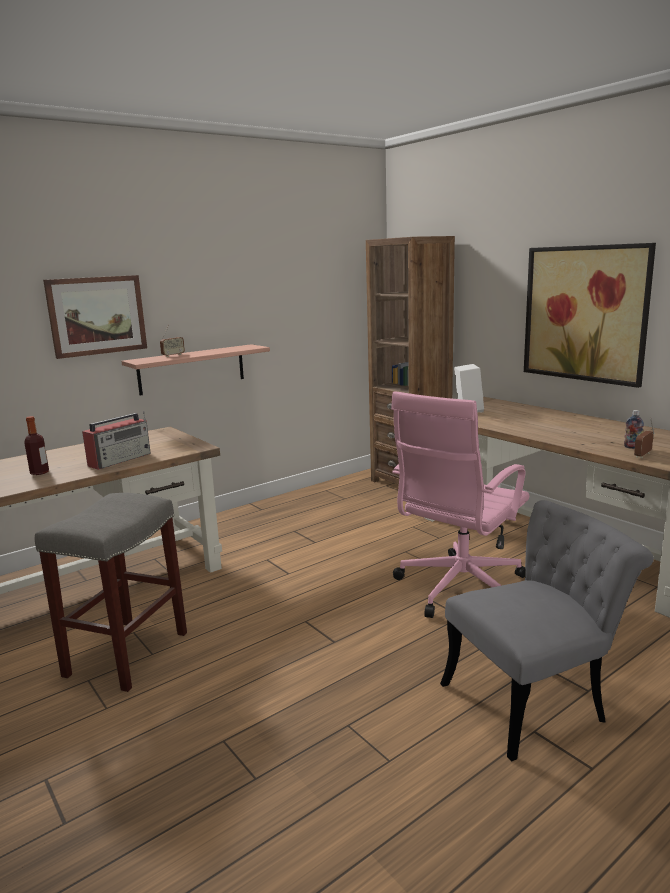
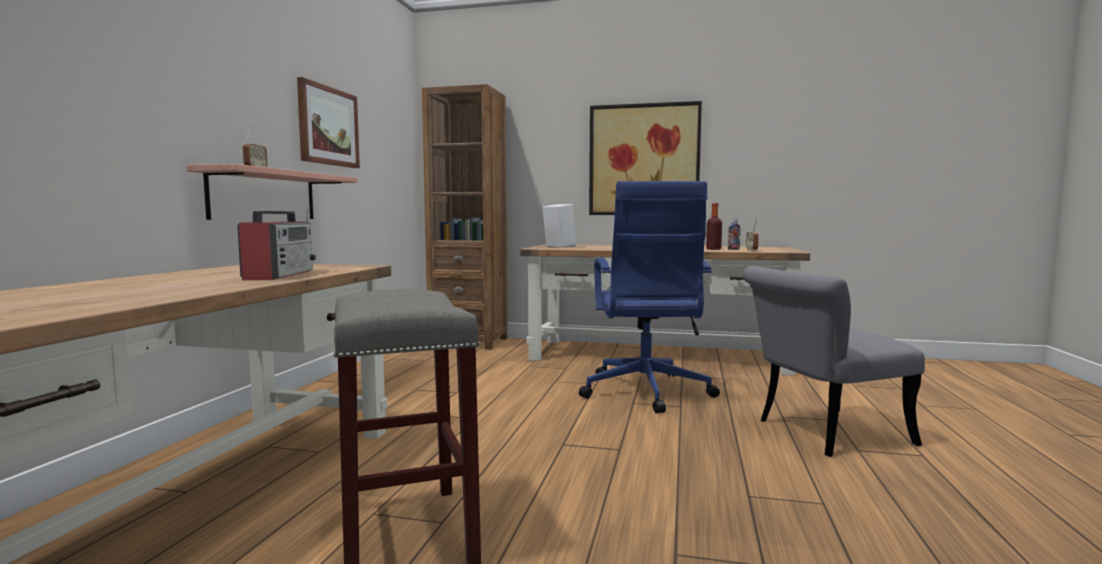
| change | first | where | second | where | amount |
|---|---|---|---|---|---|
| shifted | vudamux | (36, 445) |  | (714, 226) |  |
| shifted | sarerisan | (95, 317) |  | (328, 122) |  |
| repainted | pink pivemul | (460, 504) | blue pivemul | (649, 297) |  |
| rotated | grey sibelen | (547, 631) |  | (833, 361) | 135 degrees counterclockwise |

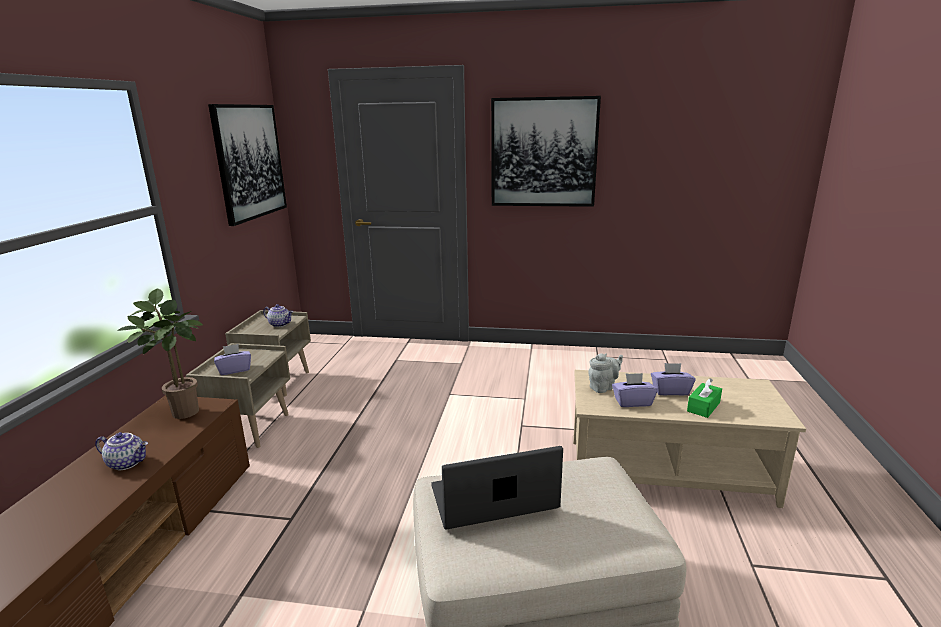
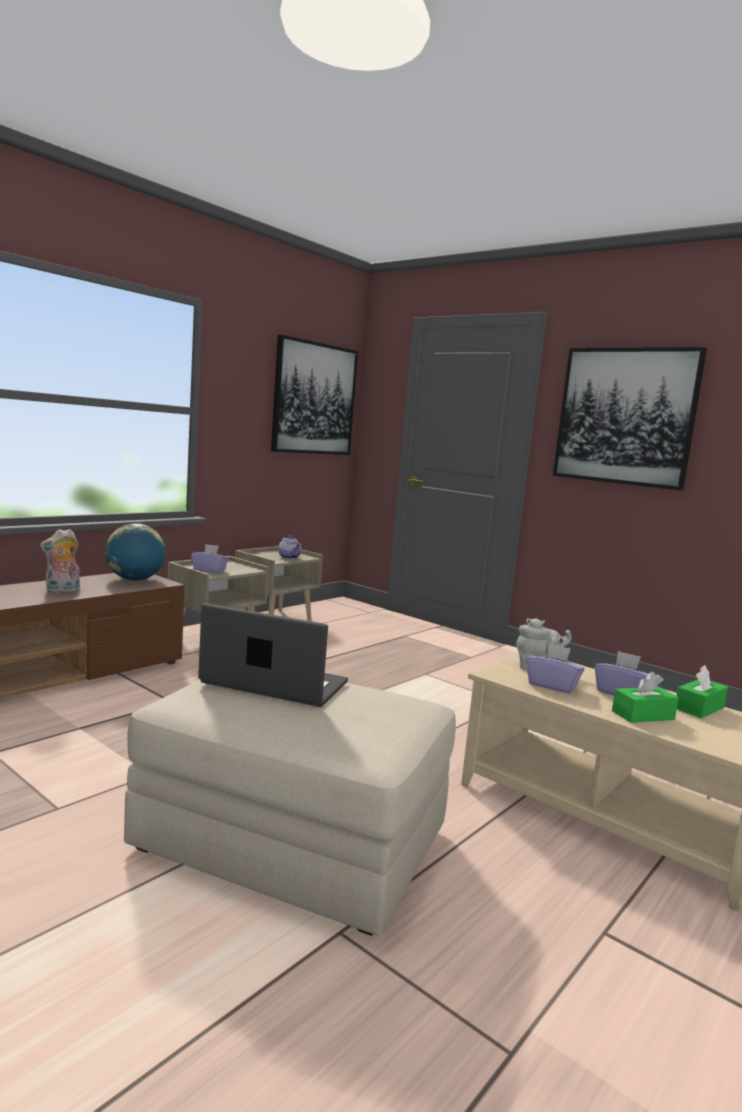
| change | first | where | second | where | amount |
|---|---|---|---|---|---|
| swapped | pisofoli | (121, 451) | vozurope | (60, 561) |  |
| swapped | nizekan | (160, 354) | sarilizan | (135, 552) |  |
| new |  |  | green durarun | (702, 691) |  |

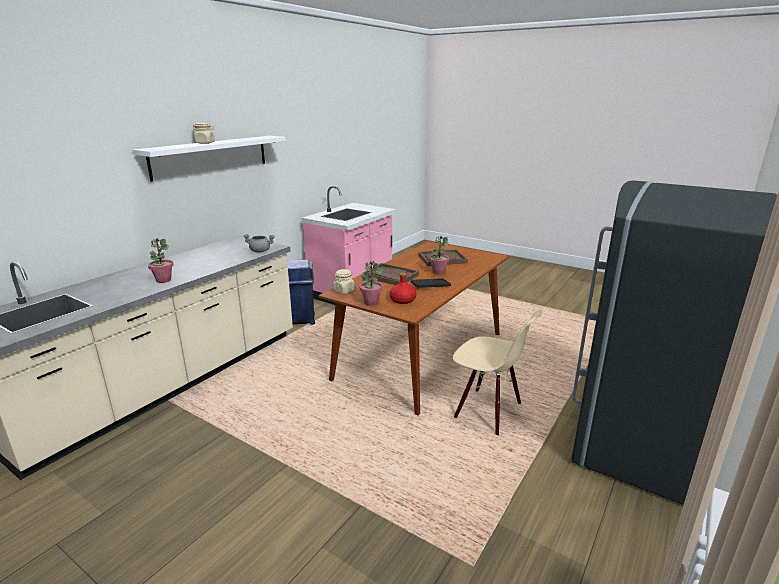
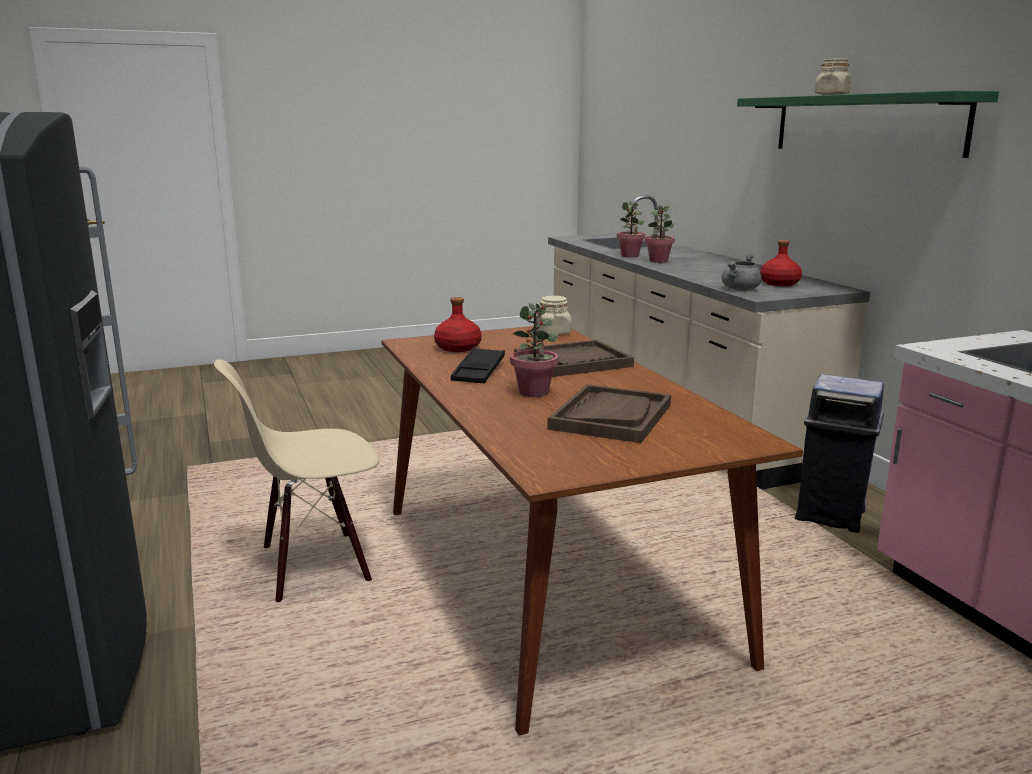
| change | first | where | second | where | amount |
|---|---|---|---|---|---|
| repainted | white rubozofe | (209, 159) | green rubozofe | (868, 124) |  |
| shifted | nizekan | (371, 283) |  | (631, 229) |  |
| new |  |  | red vudamux | (781, 263) |  |

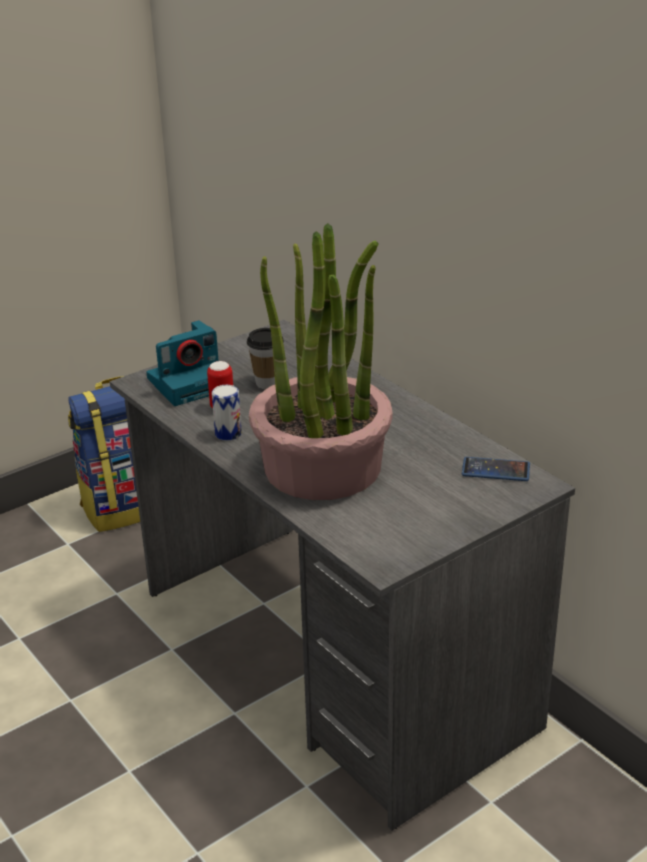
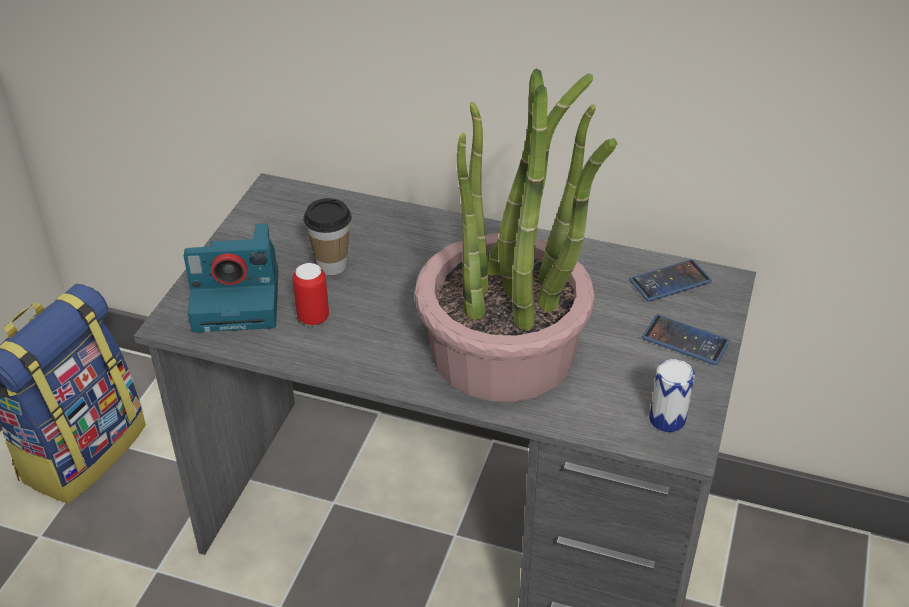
| change | first | where | second | where | amount |
|---|---|---|---|---|---|
| rotated | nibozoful | (182, 363) |  | (231, 278) | 60 degrees clockwise |
| shifted | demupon | (227, 413) |  | (672, 395) |  |
| new |  |  | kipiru | (686, 340) |  |

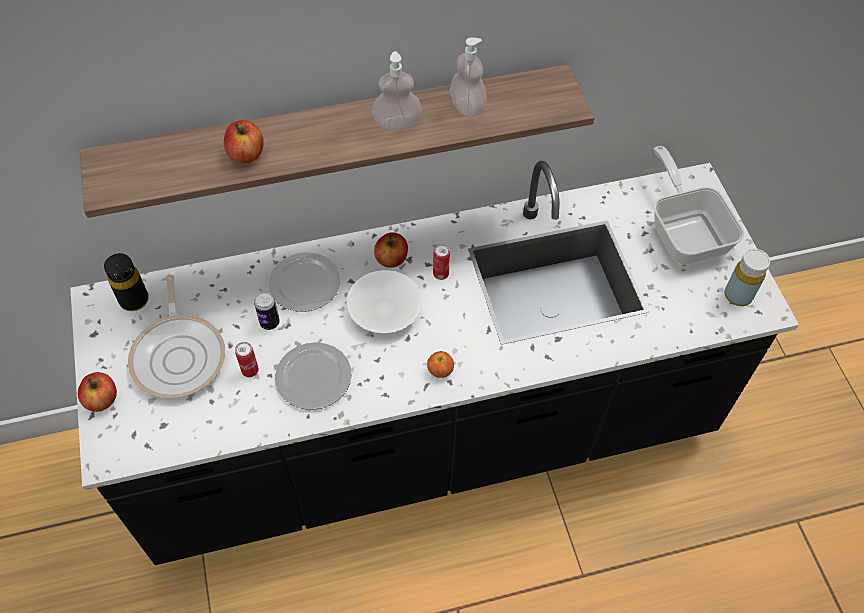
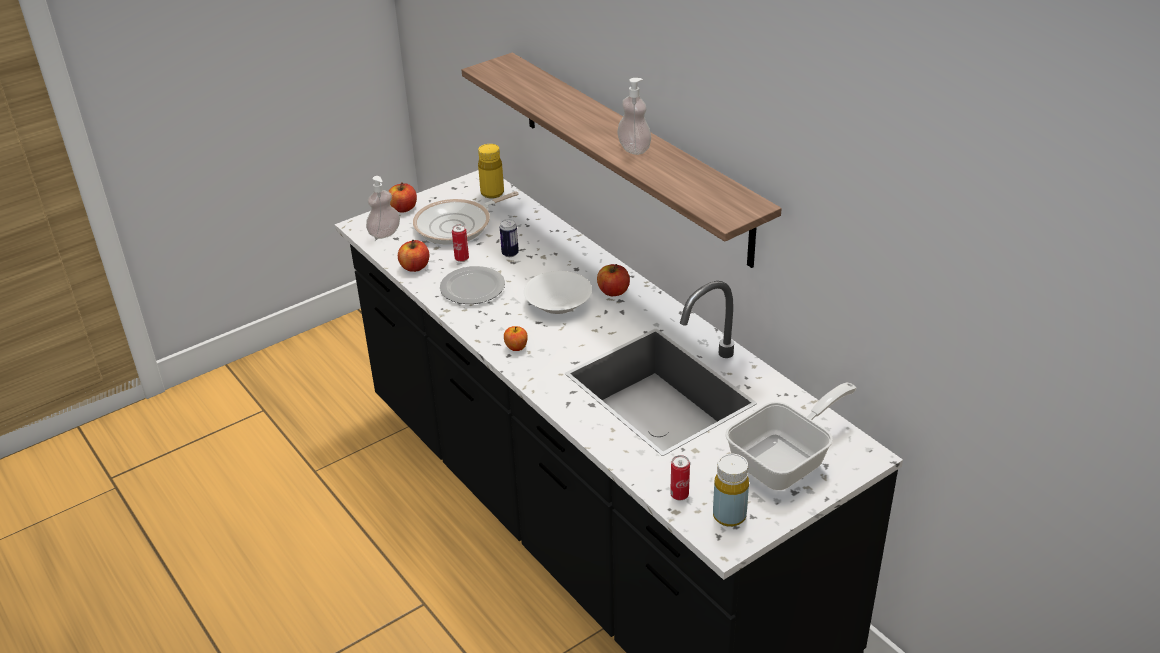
| change | first | where | second | where | amount |
|---|---|---|---|---|---|
| repainted | black vudamux | (126, 282) | yellow vudamux | (491, 171) |  |
| shifted | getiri | (243, 142) |  | (413, 255) |  |
| gone | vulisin | (304, 282) |  |  |  |
| shifted | demupon | (441, 262) |  | (680, 477) |  |
| shifted | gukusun | (468, 77) |  | (383, 207) |  |

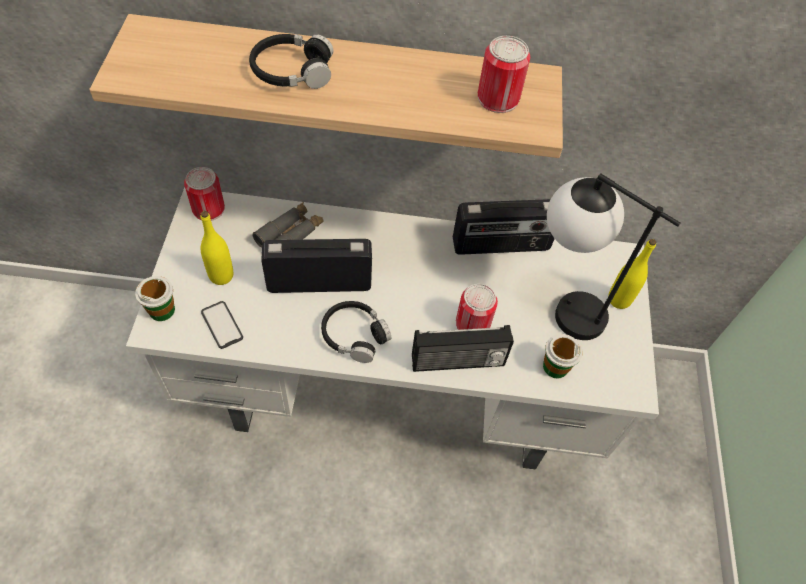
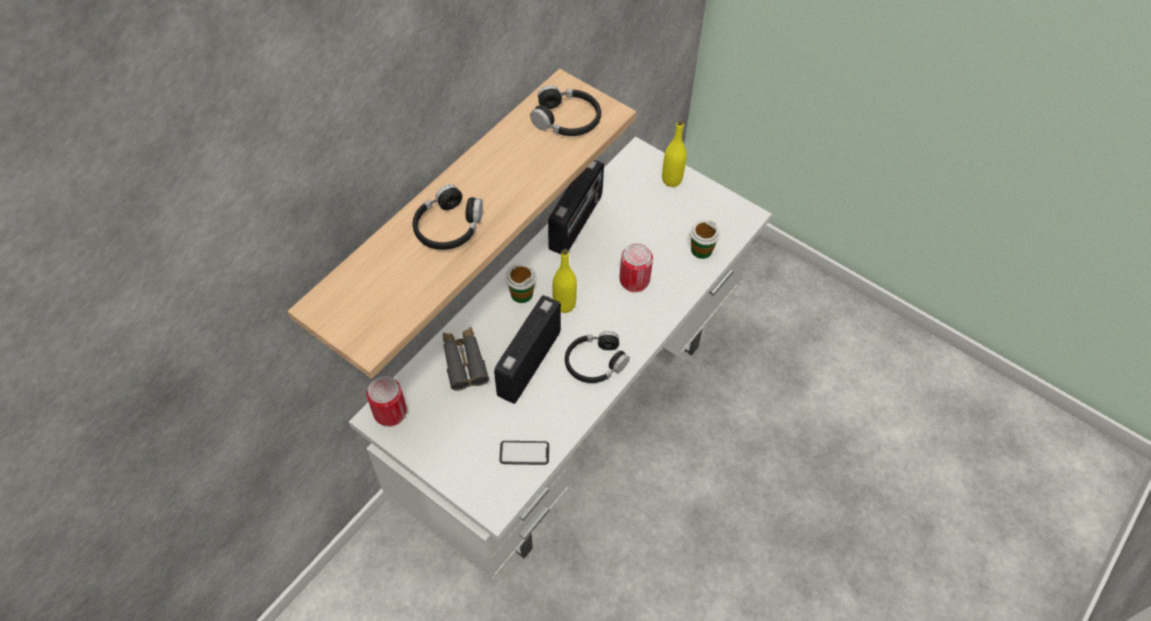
| change | first | where | second | where | amount |
|---|---|---|---|---|---|
| shifted | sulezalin | (155, 298) |  | (521, 283) |  |
| shifted | yellow vudamux | (217, 248) |  | (565, 281) |  |
| gone | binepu | (463, 348) |  |  |  |
| swapped | demupon | (504, 74) | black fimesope | (565, 110) |  |
| gone | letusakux | (613, 256) |  |  |  |

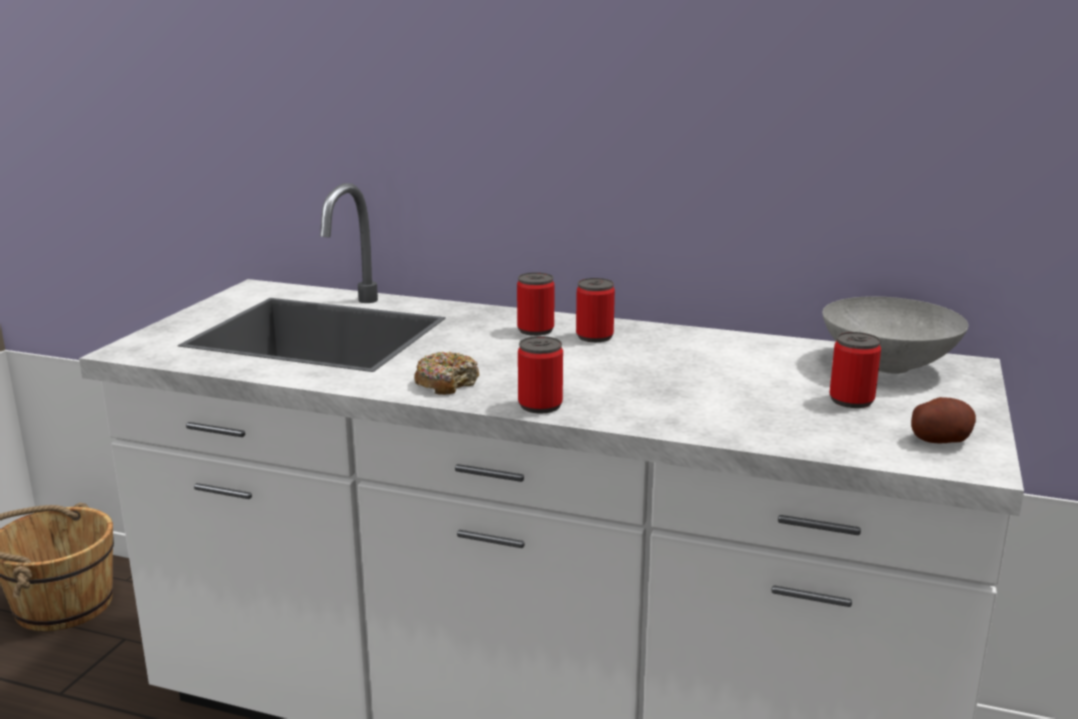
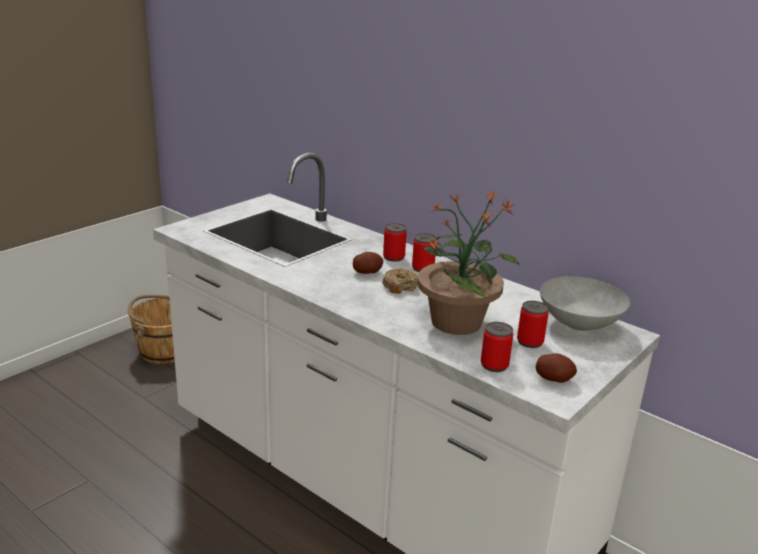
| change | first | where | second | where | amount |
|---|---|---|---|---|---|
| shifted | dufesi | (447, 373) |  | (400, 281) |  |
| shifted | demupon | (540, 374) |  | (497, 347) |  |
| new |  |  | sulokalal | (368, 263) |  |
| new |  |  | nizekan | (468, 262) |  |

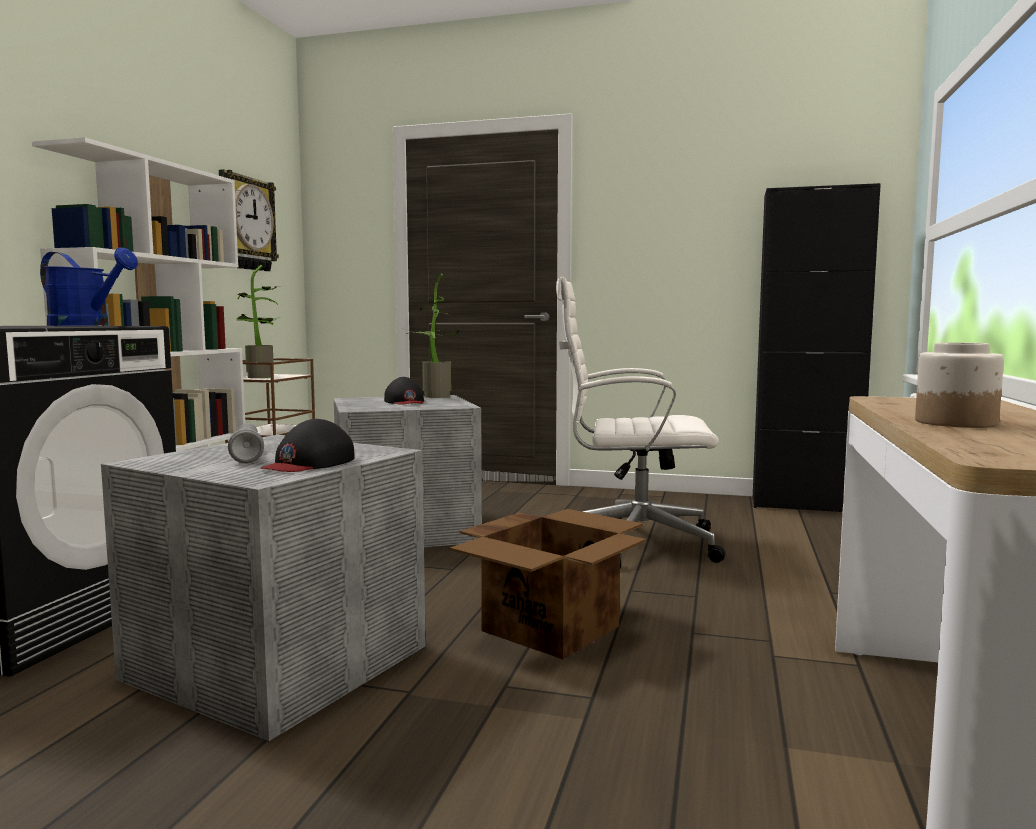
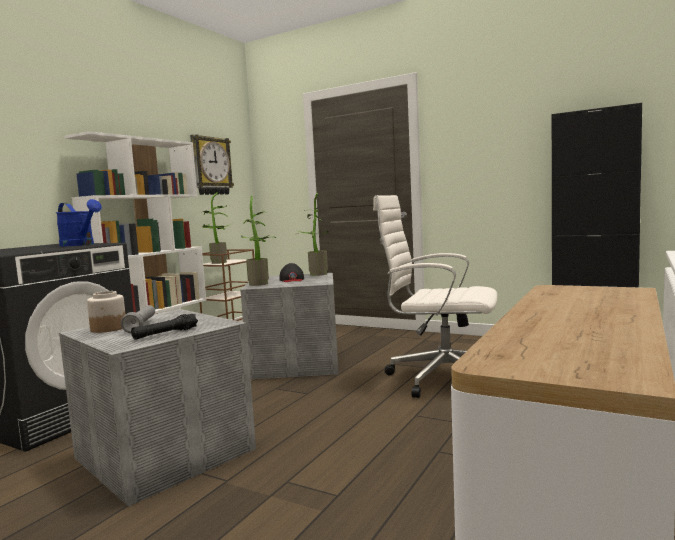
| change | first | where | second | where | amount |
|---|---|---|---|---|---|
| swapped | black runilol | (308, 445) | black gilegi | (164, 327) |  |
| gone | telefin | (548, 584) |  |  |  |
| shifted | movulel | (959, 385) |  | (106, 312) |  |
| new |  |  | nizekan | (259, 240) |  |

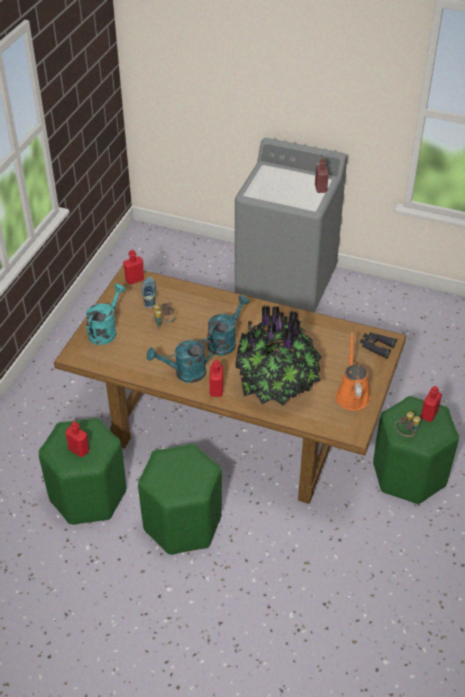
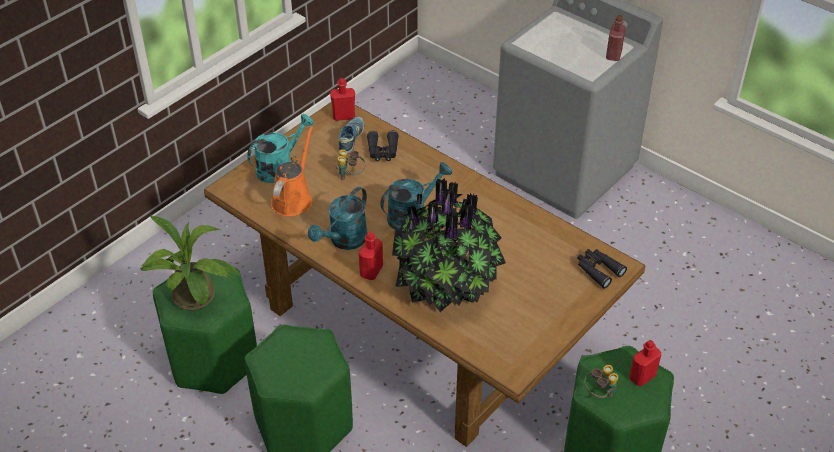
| change | first | where | second | where | amount |
|---|---|---|---|---|---|
| swapped | red vudamux | (77, 439) | nizekan | (190, 262) |  |
| rotated | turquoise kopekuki | (180, 361) |  | (337, 218) | 60 degrees counterclockwise |
| shifted | orange kopekuki | (352, 371) |  | (292, 171) |  |
| new |  |  | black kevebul | (383, 145) |  |

